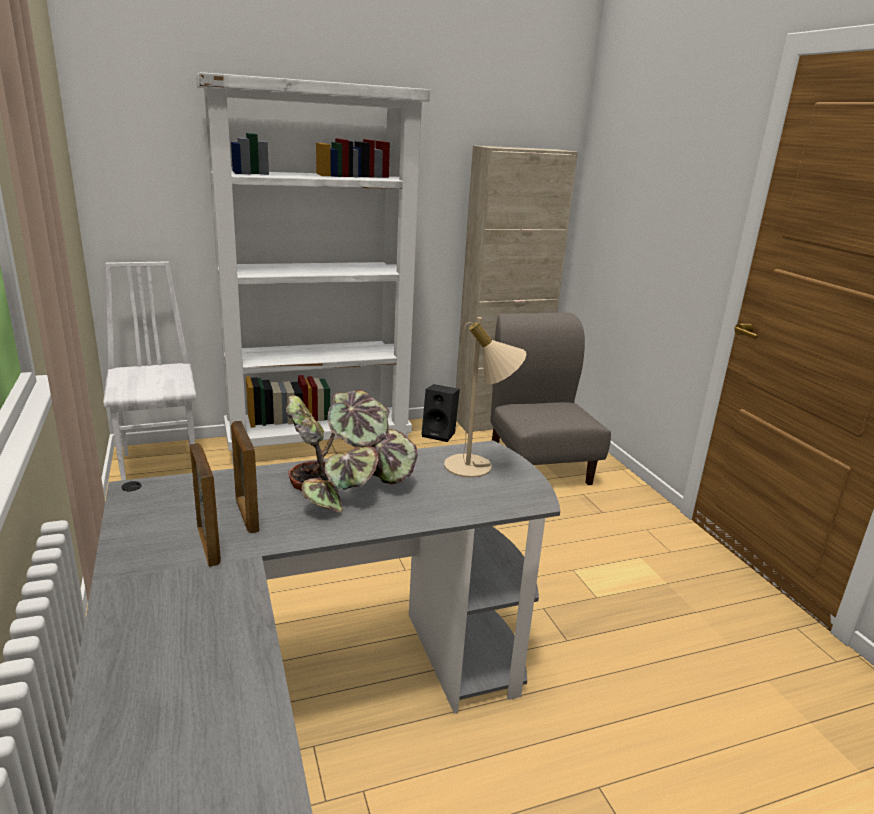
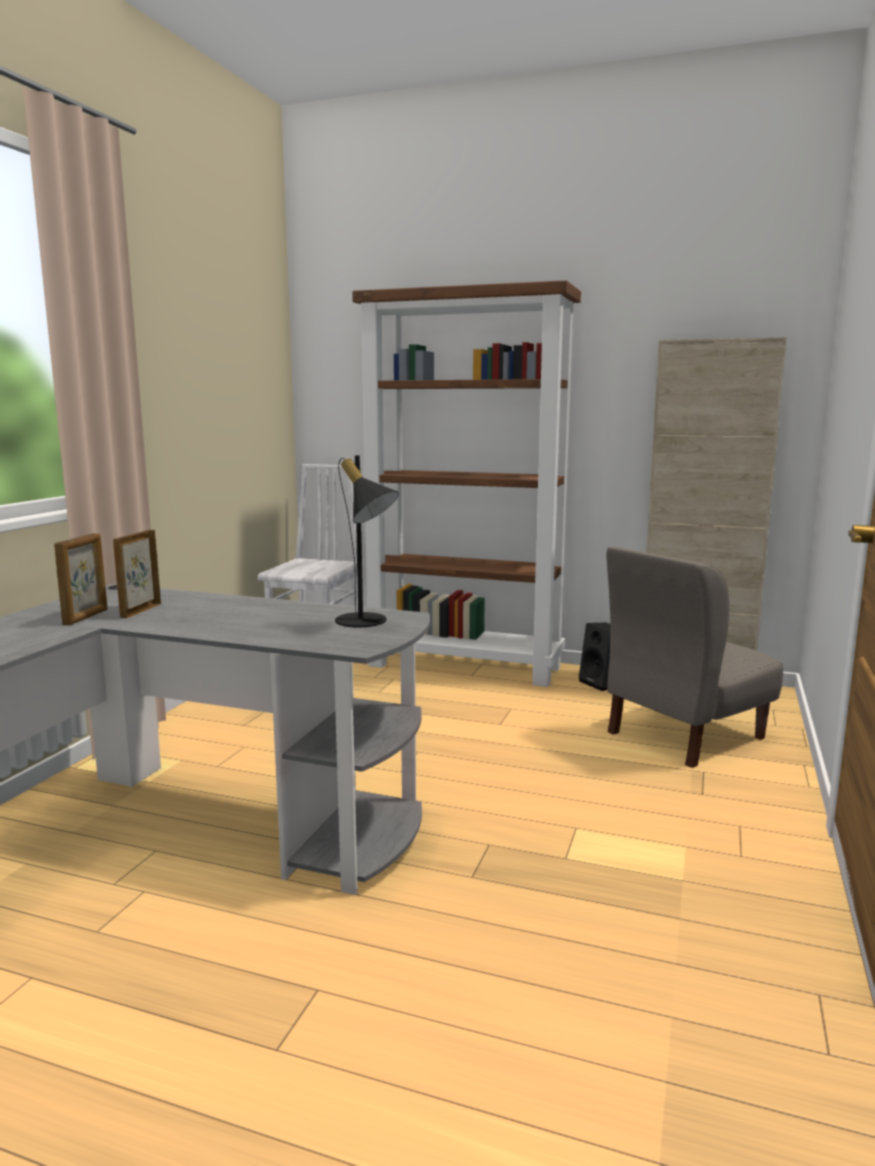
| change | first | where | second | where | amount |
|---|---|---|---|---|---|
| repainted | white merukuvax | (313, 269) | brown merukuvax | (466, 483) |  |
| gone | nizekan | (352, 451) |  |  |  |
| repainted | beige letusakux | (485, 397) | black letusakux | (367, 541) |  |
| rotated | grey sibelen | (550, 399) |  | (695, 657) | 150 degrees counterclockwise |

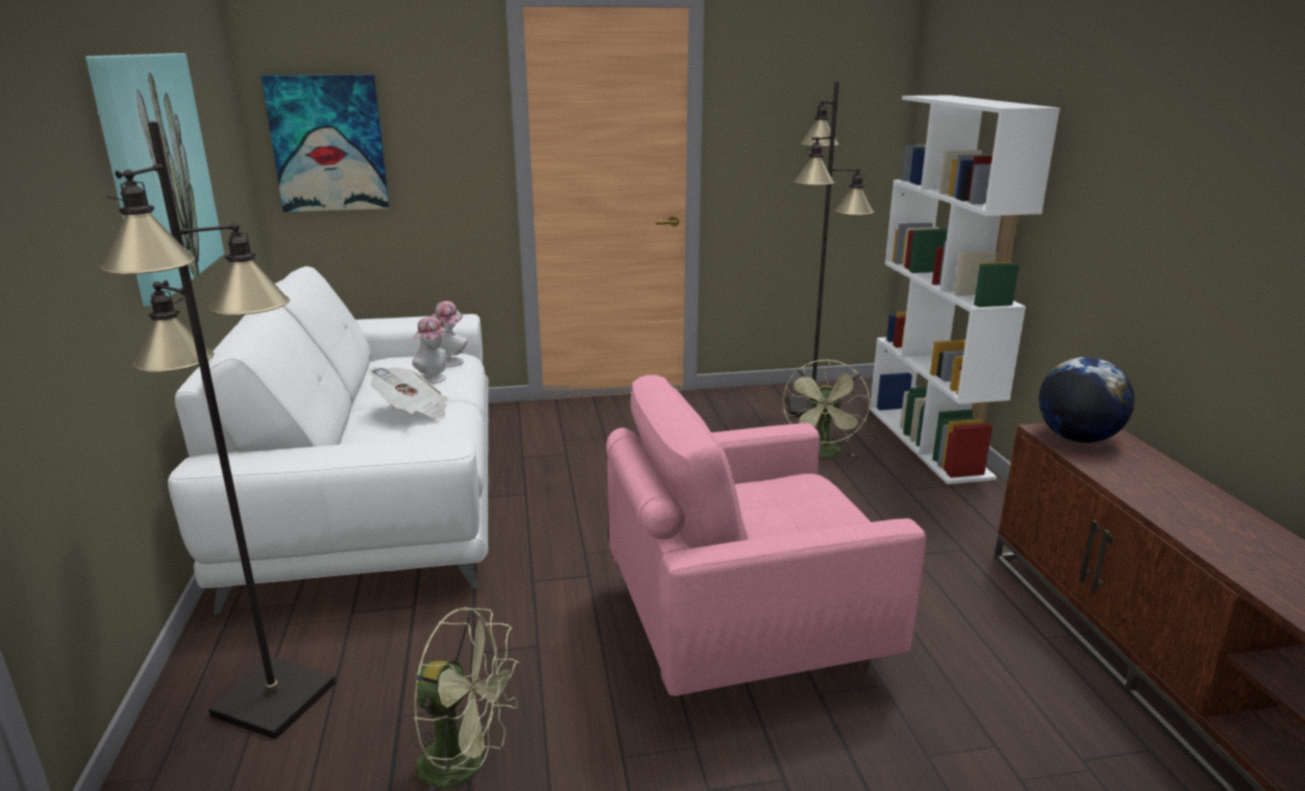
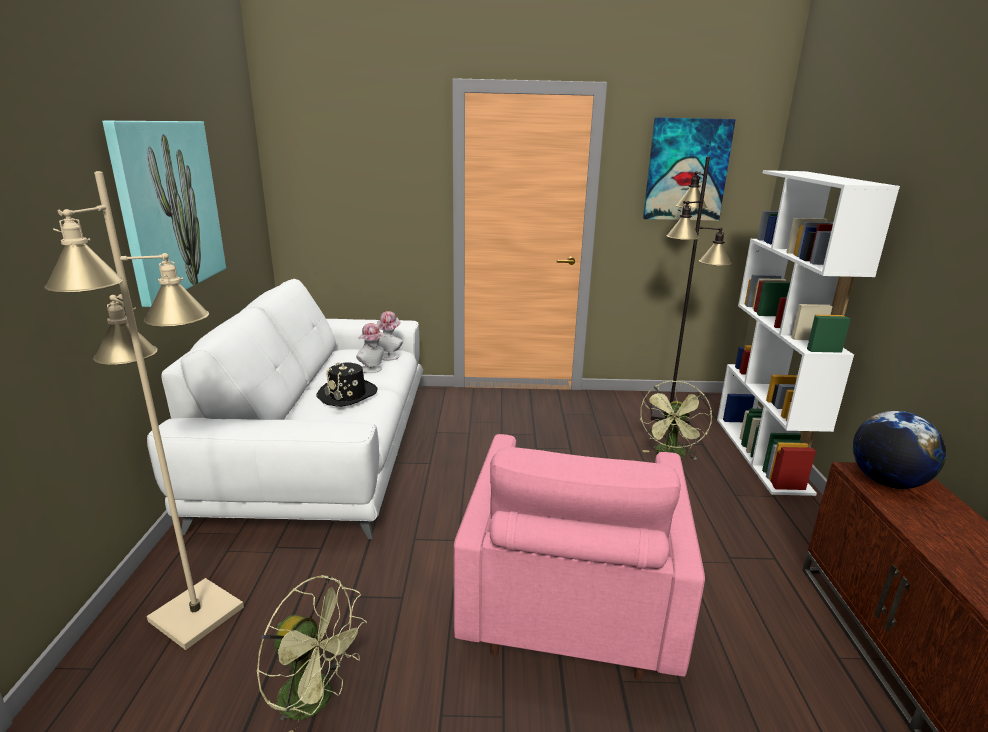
| change | first | where | second | where | amount |
|---|---|---|---|---|---|
| repainted | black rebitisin | (218, 430) | beige rebitisin | (144, 410) |  |
| shifted | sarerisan | (325, 143) |  | (689, 169) |  |
| swapped | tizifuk | (409, 393) | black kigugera | (347, 384) |  |
| rotated | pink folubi | (766, 539) |  | (579, 557) | 75 degrees counterclockwise |

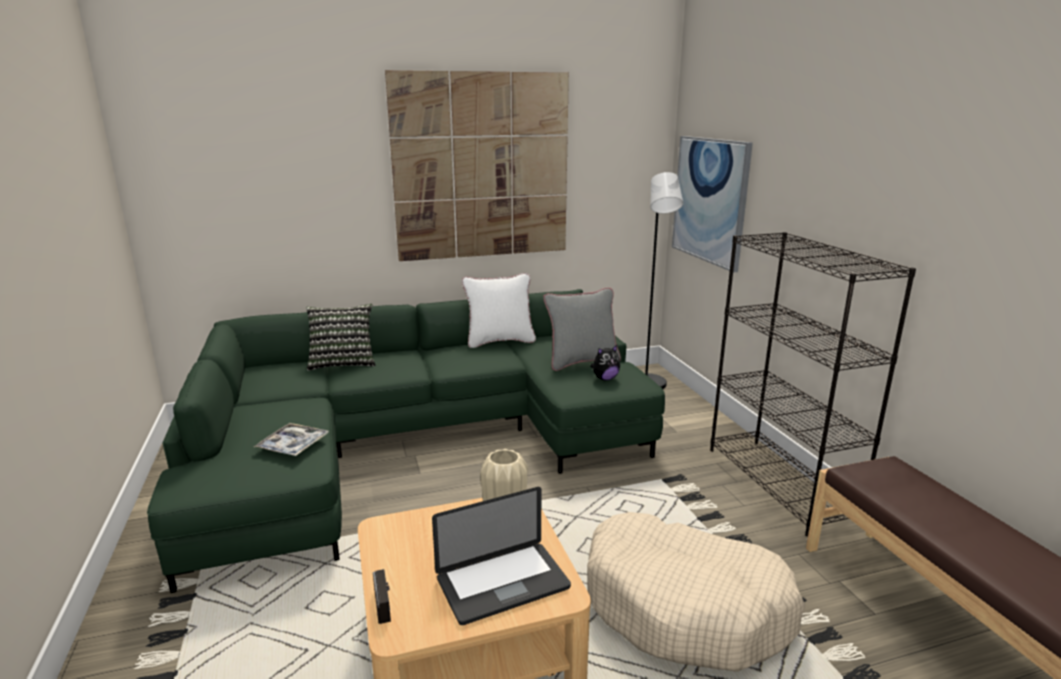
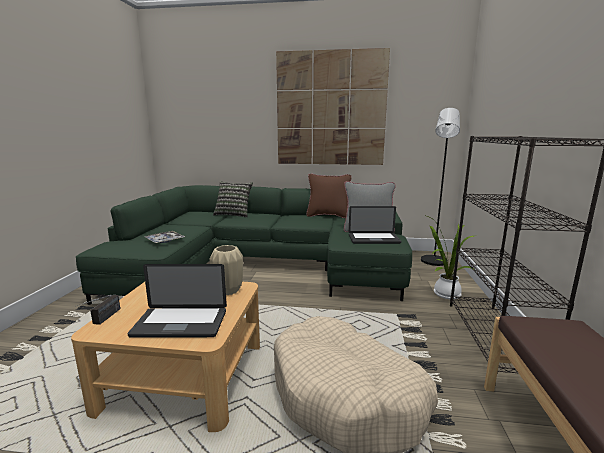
| change | first | where | second | where | amount |
|---|---|---|---|---|---|
| repainted | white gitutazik | (499, 310) | brown gitutazik | (329, 196) |  |
| swapped | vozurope | (605, 363) | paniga | (375, 225) |  |
| gone | sarerisan | (712, 204) |  |  |  |
| new |  |  | nizekan | (449, 257) |  |

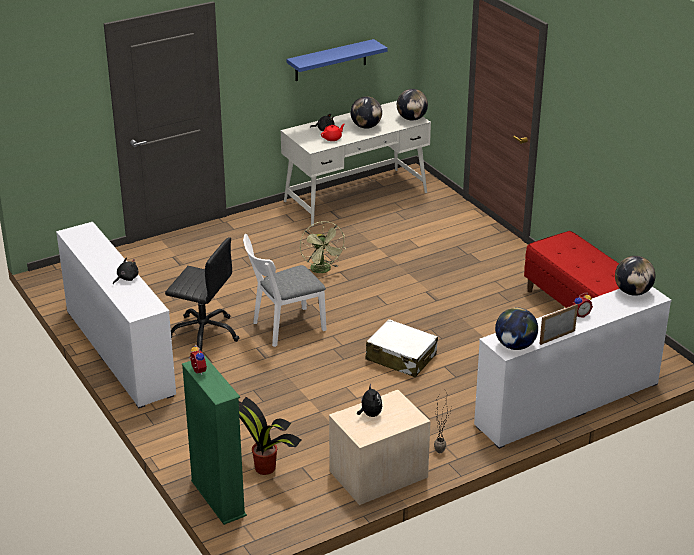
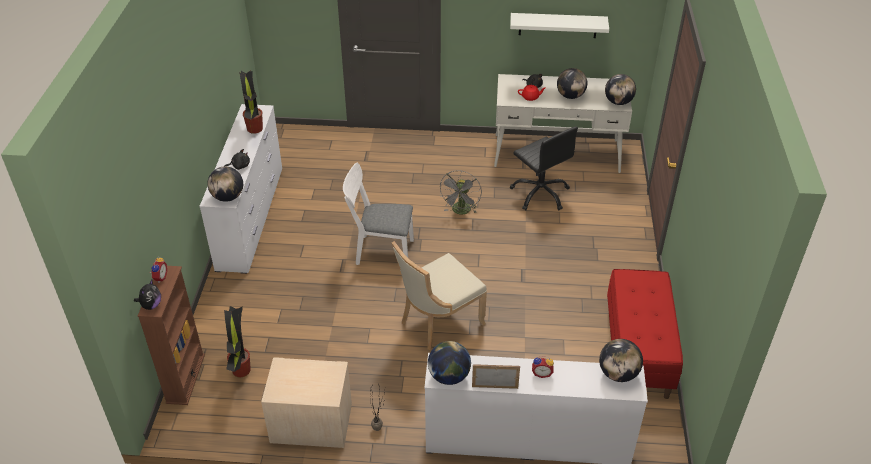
| change | first | where | second | where | amount |
|---|---|---|---|---|---|
| shifted | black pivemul | (202, 294) |  | (544, 168) |  |
| repainted | green merukuvax | (214, 440) | brown merukuvax | (171, 335) |  |
| repainted | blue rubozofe | (337, 60) | white rubozofe | (559, 25) |  |
| repainted | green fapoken | (323, 247) | grey fapoken | (460, 192) |  |
| shifted | vozurope | (369, 400) |  | (147, 295) |  |
| swapped | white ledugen | (402, 348) | beige sibelen | (439, 295) |  |
| new |  |  | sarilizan | (225, 184) |  |
| new |  |  | nizekan | (251, 102) |  |

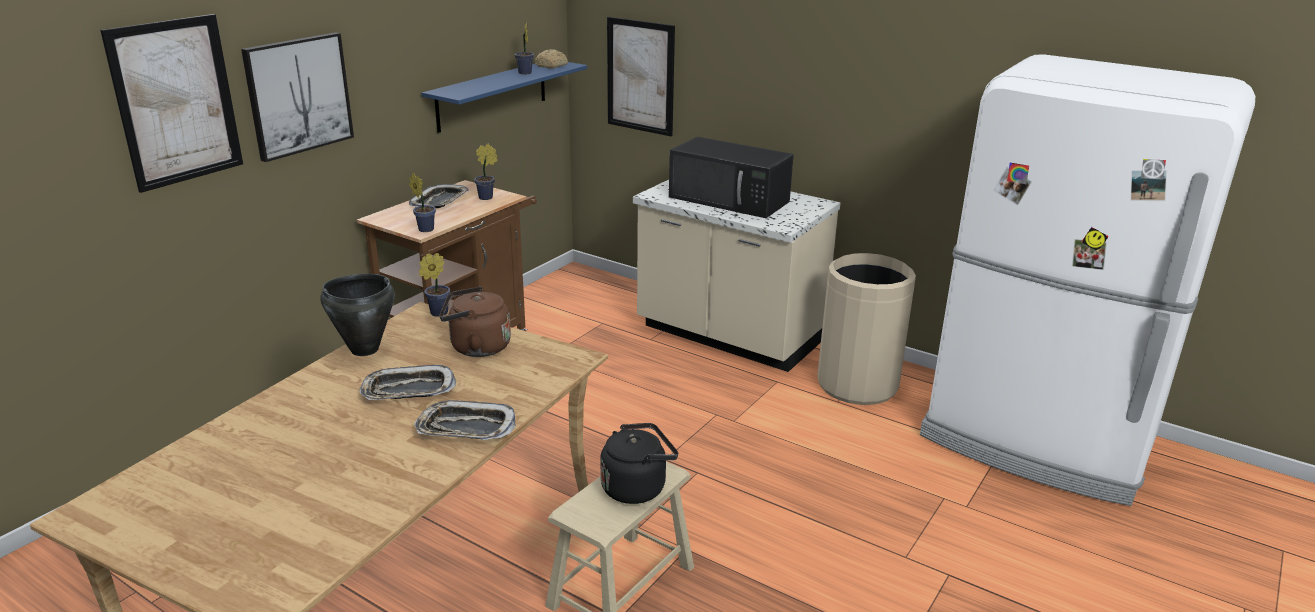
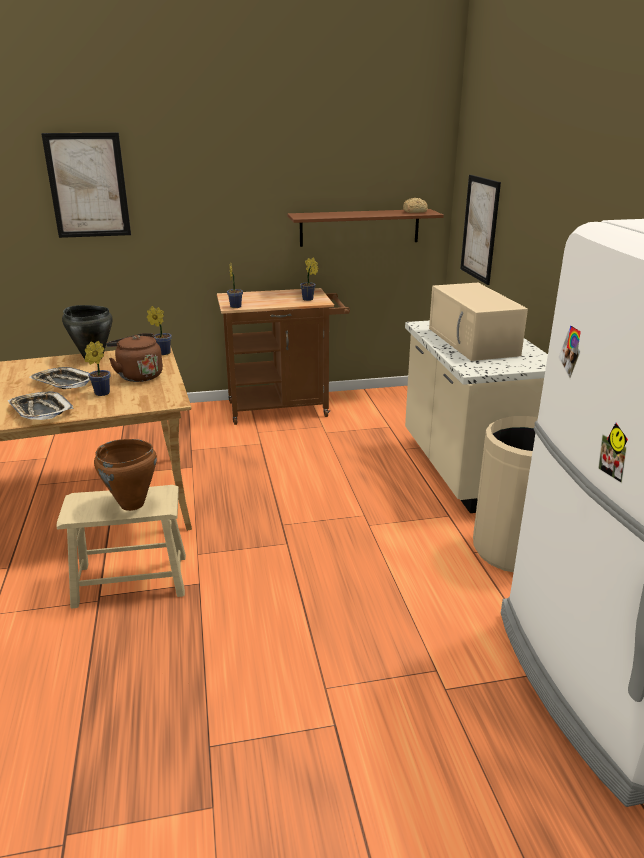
| change | first | where | second | where | amount |
|---|---|---|---|---|---|
| gone | sarerisan | (297, 97) |  |  |  |
| gone | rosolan | (439, 196) |  |  |  |
| repainted | blue rubozofe | (504, 97) | brown rubozofe | (365, 228) |  |
| shifted | nizekan | (524, 47) |  | (98, 368) |  |
| swapped | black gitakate | (639, 463) | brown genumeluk | (125, 475) |  |
| repainted | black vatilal | (731, 177) | beige vatilal | (478, 322) |  |

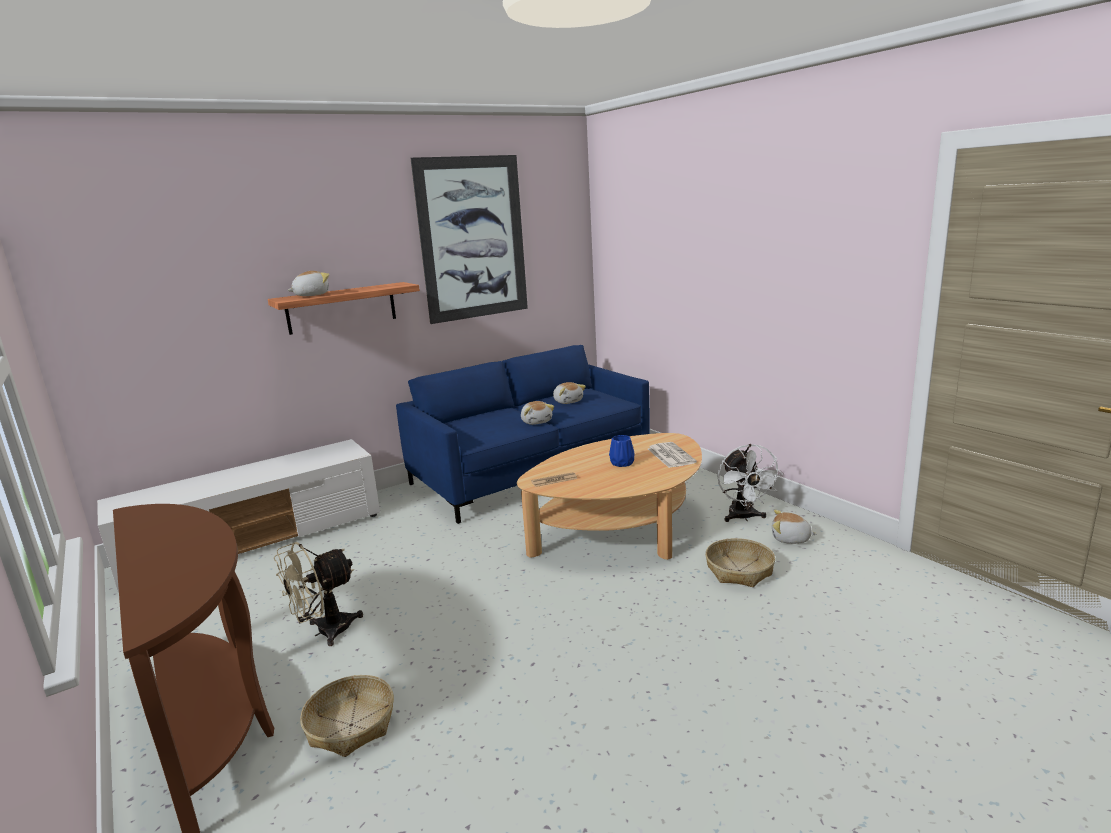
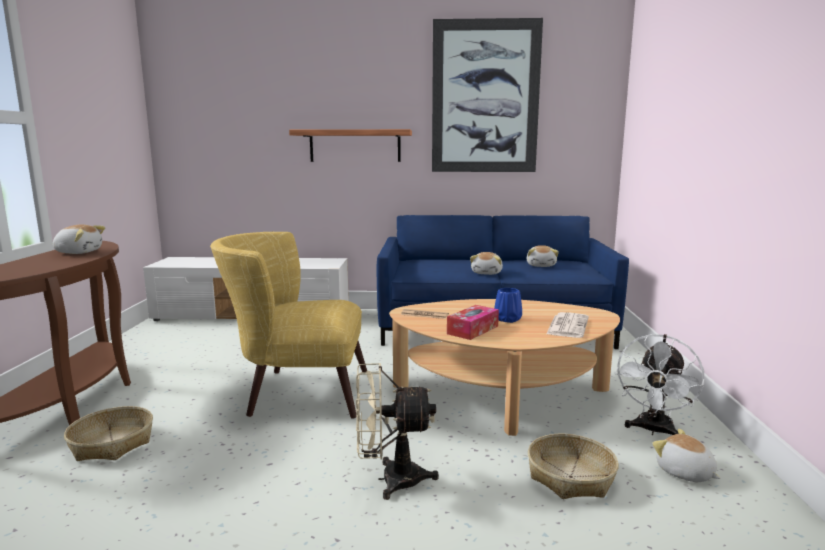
| change | first | where | second | where | amount |
|---|---|---|---|---|---|
| shifted | beige fapoken | (318, 594) |  | (397, 431) |  |
| shifted | vozurope | (308, 283) |  | (78, 239) |  |
| new |  |  | yellow folubi | (288, 325) |  |
| new |  |  | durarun | (473, 322) |  |

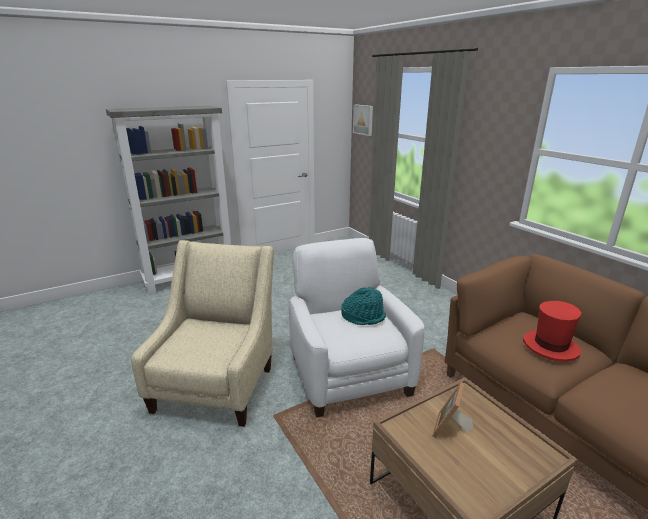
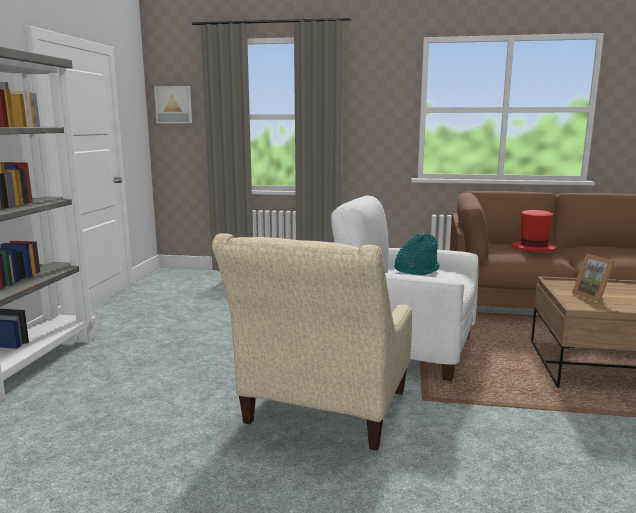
| change | first | where | second | where | amount |
|---|---|---|---|---|---|
| rotated | beige folubi | (202, 333) |  | (312, 342) | 120 degrees counterclockwise |

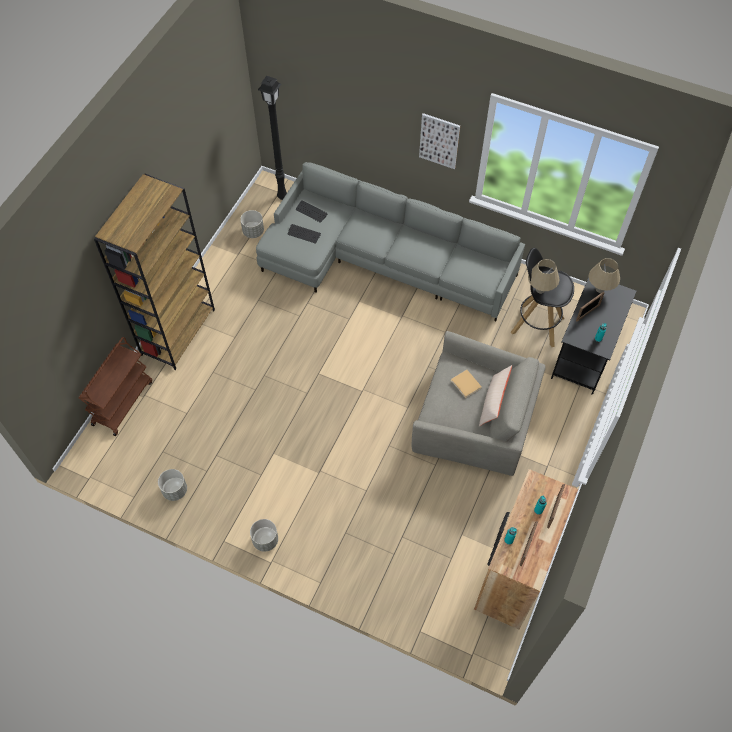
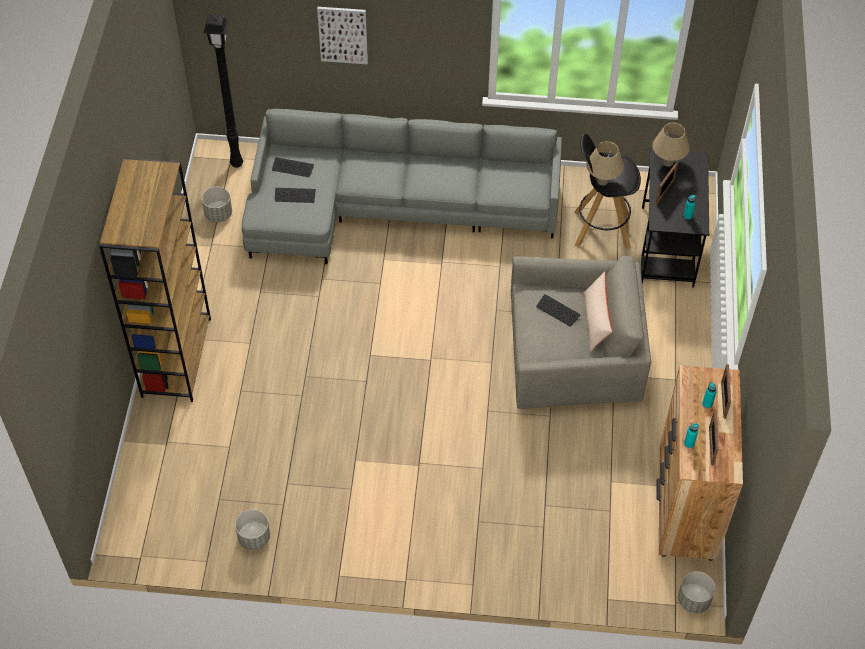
| change | first | where | second | where | amount |
|---|---|---|---|---|---|
| gone | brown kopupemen | (115, 386) |  |  |  |
| shifted | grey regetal | (264, 535) |  | (696, 592) |  |
| shifted | sarerisan | (439, 141) |  | (342, 35) |  |
| swapped | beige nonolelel | (466, 384) | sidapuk | (558, 310) |  |

